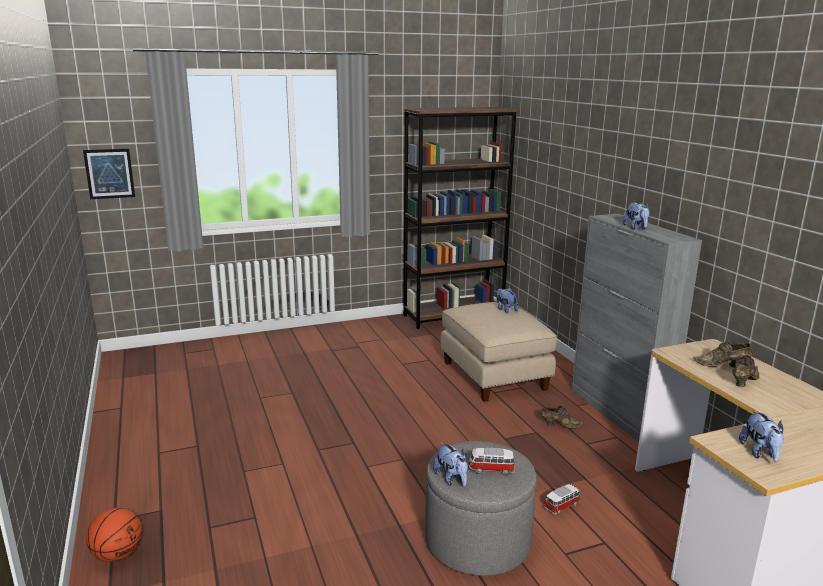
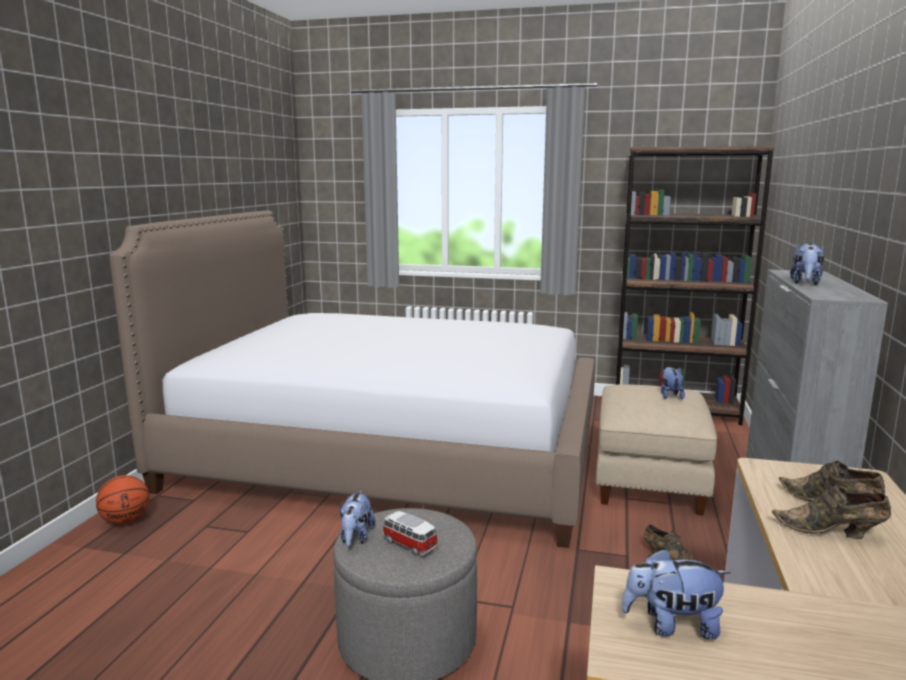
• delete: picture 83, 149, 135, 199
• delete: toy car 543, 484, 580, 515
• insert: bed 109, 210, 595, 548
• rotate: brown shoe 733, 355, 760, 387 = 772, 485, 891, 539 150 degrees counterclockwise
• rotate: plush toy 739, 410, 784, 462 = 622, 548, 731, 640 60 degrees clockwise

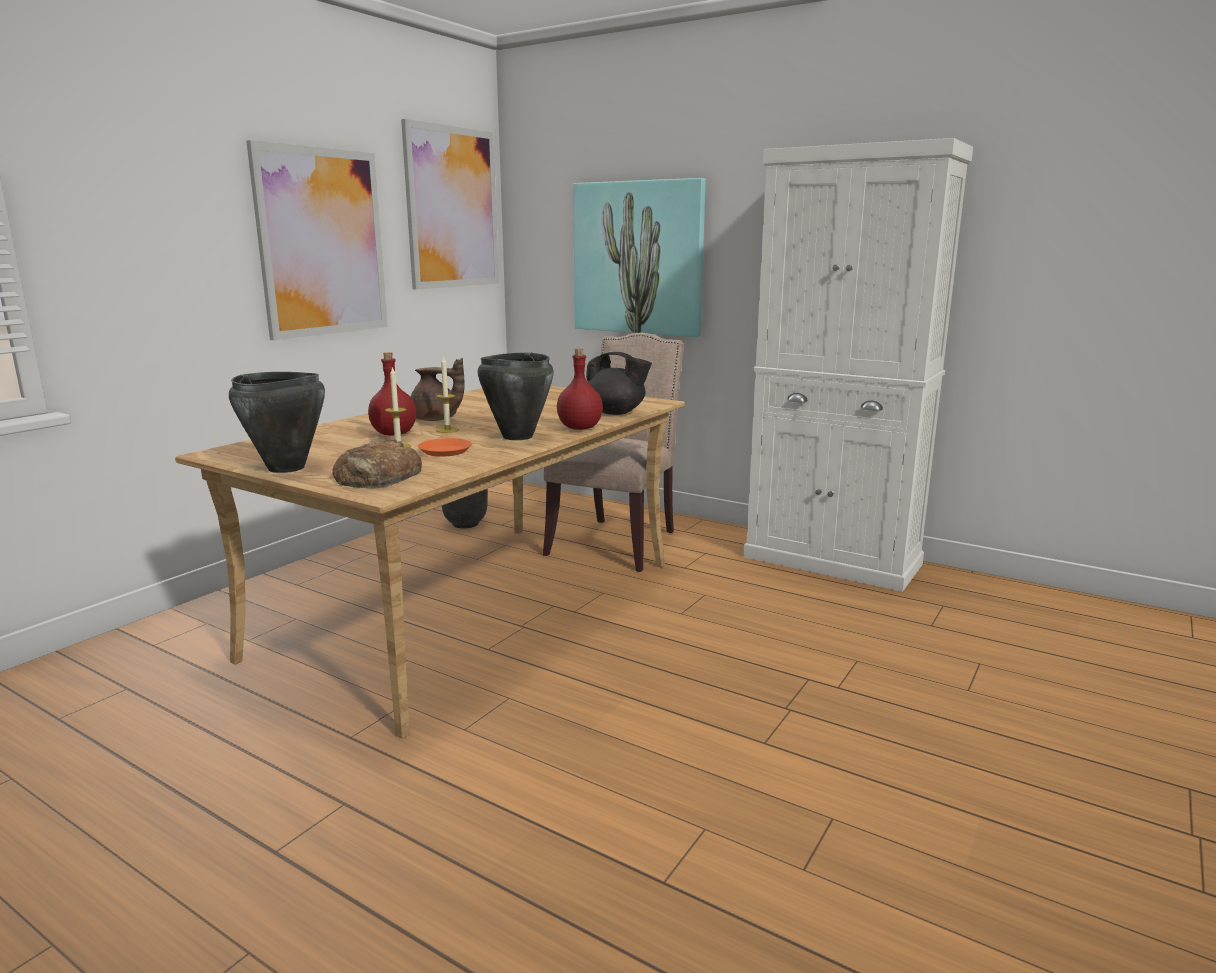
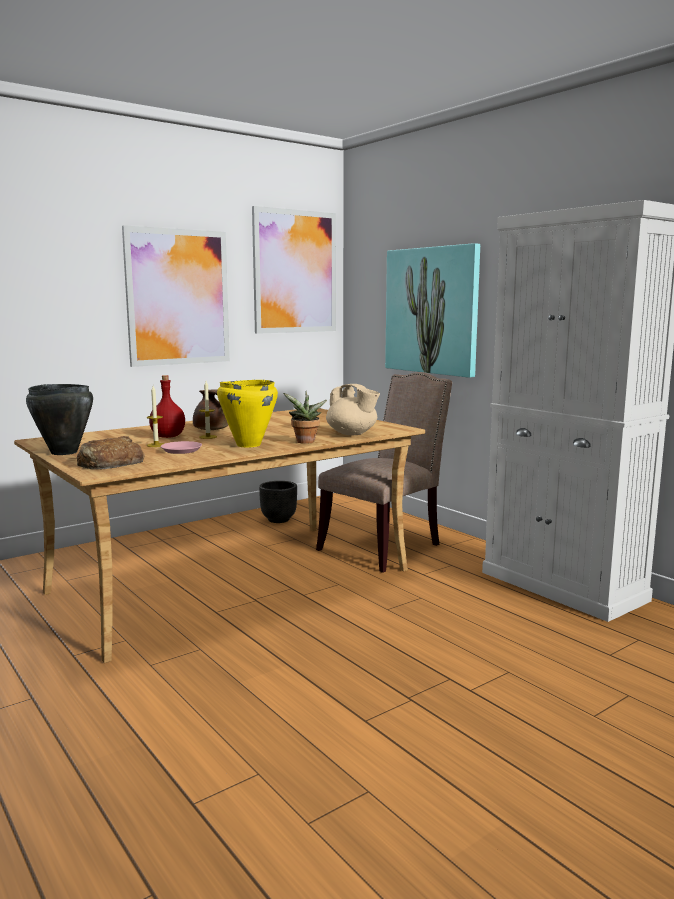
• replace: red bottle 557, 349, 603, 430 to potted plant 283, 391, 327, 444
• recolor: orange plate 418, 438, 472, 457 to pink plate 160, 441, 202, 454
• recolor: black cooking pot 478, 352, 553, 440 to yellow cooking pot 217, 380, 278, 447
• recolor: black teapot 586, 352, 652, 415 to beige teapot 326, 384, 380, 435

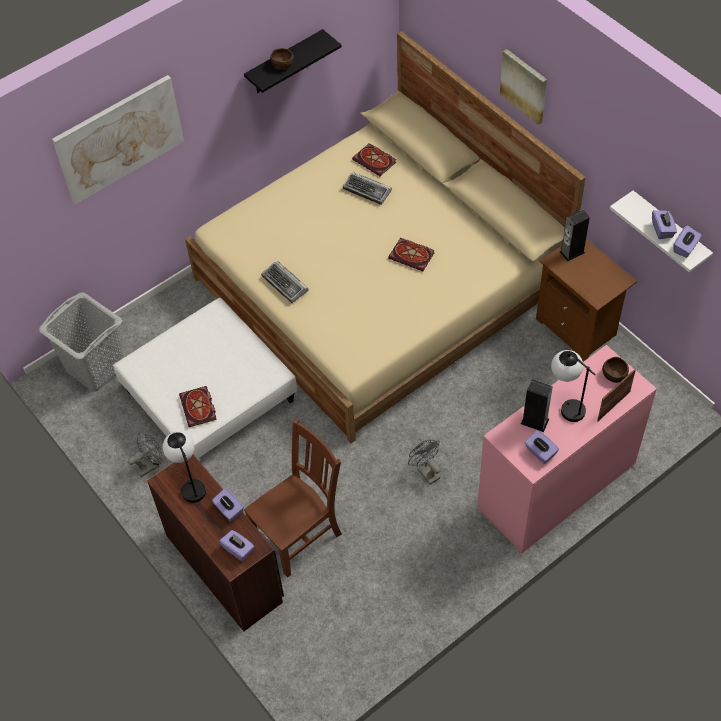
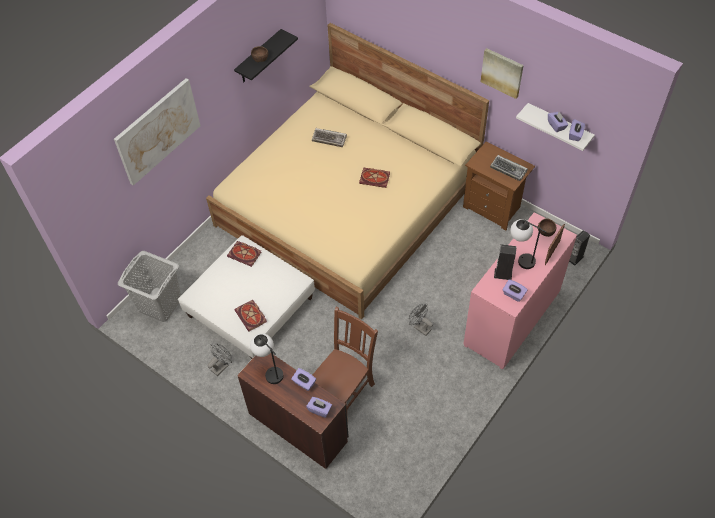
• move: keyboard 261, 261, 308, 303 to 490, 155, 528, 181
• move: book 352, 143, 396, 176 to 227, 241, 261, 267
• move: picture 500, 49, 547, 125 to 481, 48, 524, 99
• move: speaker 560, 209, 590, 262 to 569, 230, 590, 266

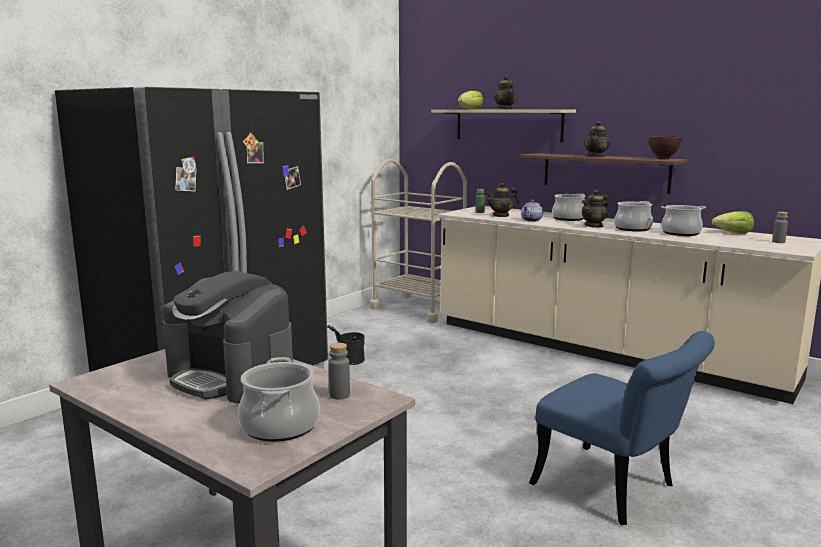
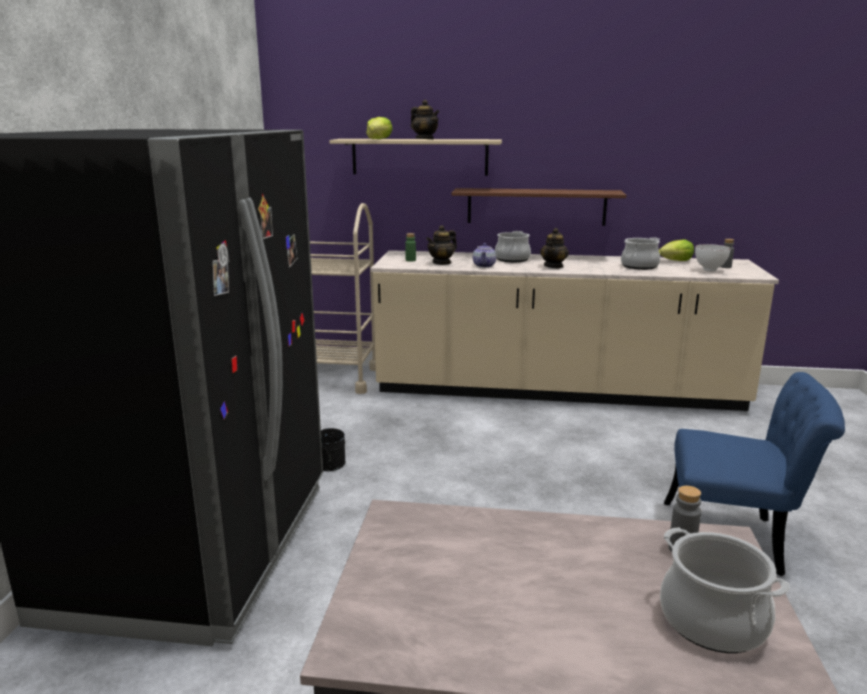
• delete: coffee machine 163, 271, 293, 403
• delete: teapot 584, 121, 610, 157
• delete: cooking pot 614, 201, 653, 231
• delete: brown bowl 649, 136, 682, 159
• insert: white bowl 695, 244, 731, 272

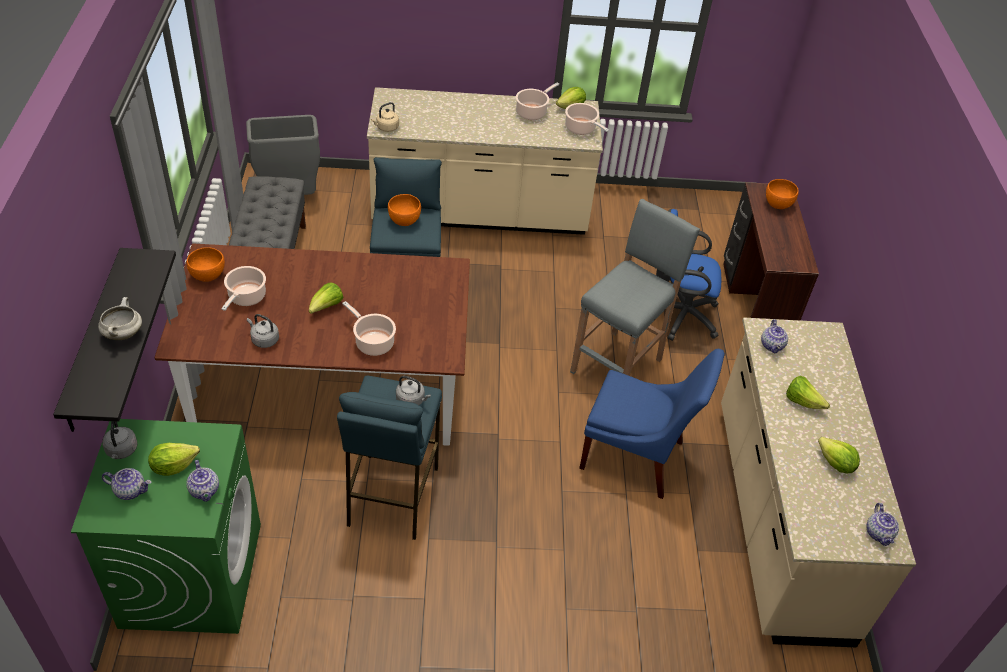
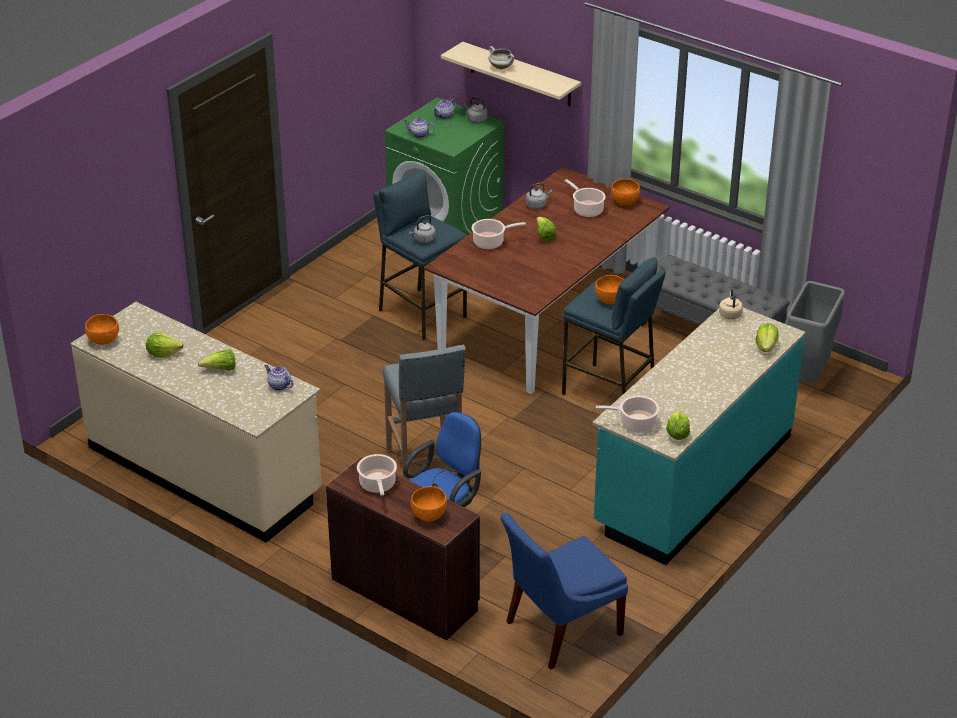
• move: lettuce 148, 443, 200, 476 to 756, 323, 779, 352
• move: cooking pot 516, 83, 559, 120 to 357, 454, 397, 496
• move: blue chair 579, 349, 725, 499 to 500, 513, 628, 670
• replace: teapot 866, 503, 899, 546 to orange bowl 85, 314, 119, 345
• recolor: black shelf 53, 248, 176, 432 to beige shelf 441, 42, 581, 106
• recolor: beige counter 367, 87, 603, 235 to turquoise counter 592, 308, 806, 565

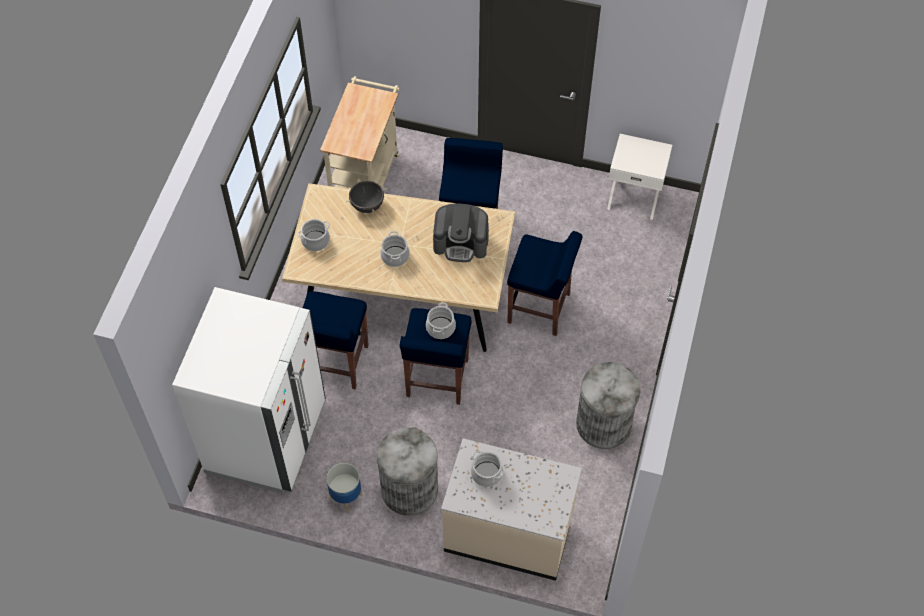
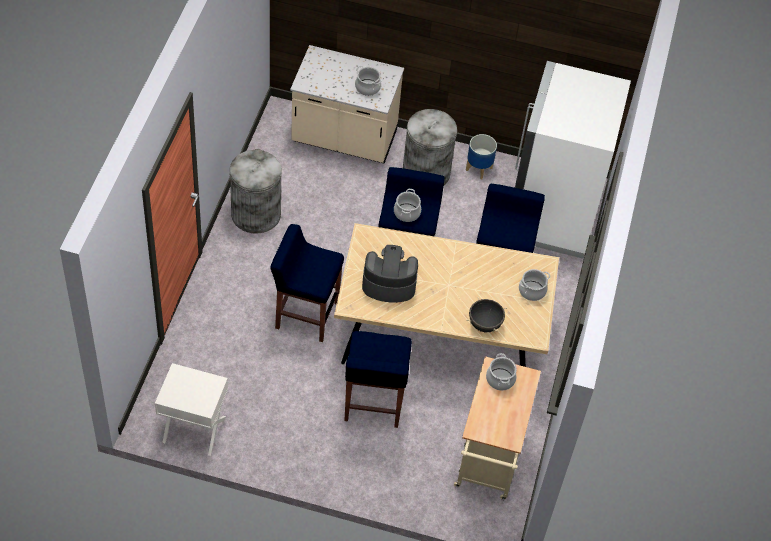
• move: cooking pot 380, 231, 410, 267 to 486, 353, 517, 391

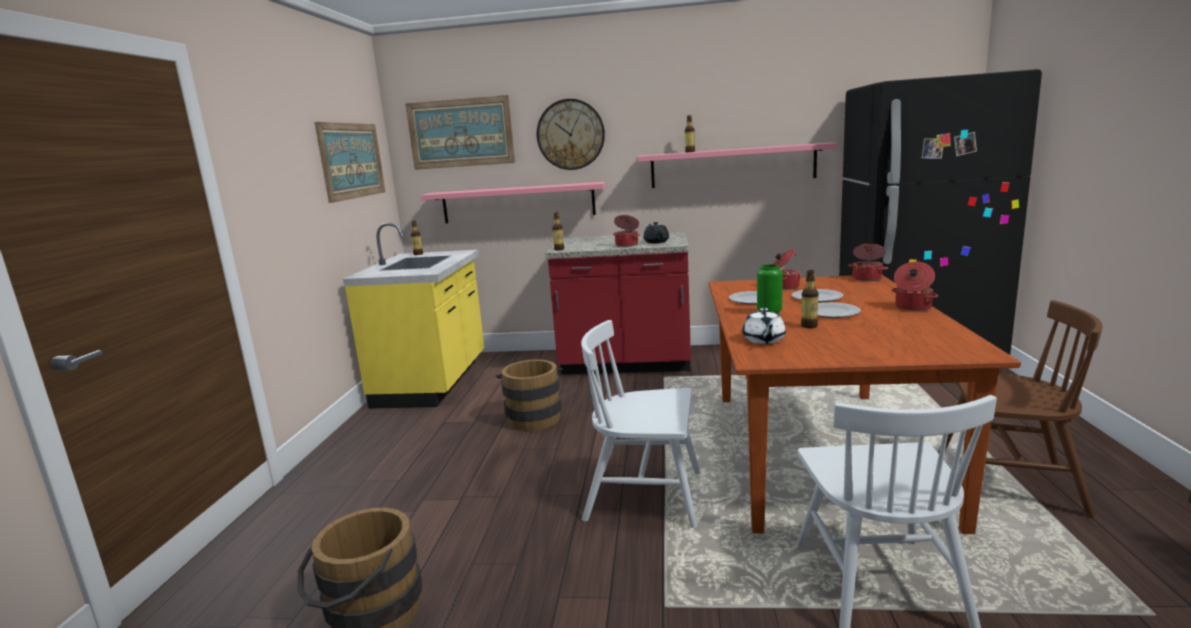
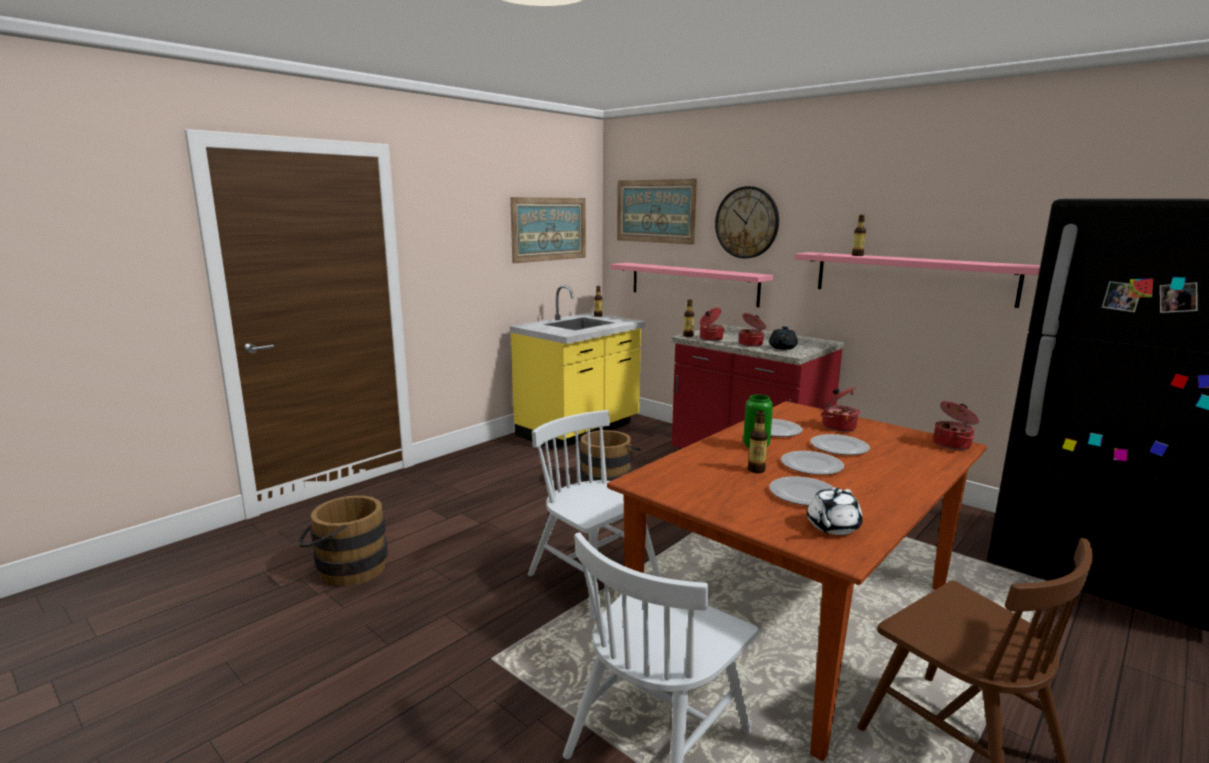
• insert: plate 769, 476, 834, 506
• move: white teapot 742, 308, 786, 344 to 807, 488, 863, 535
• move: cooking pot 891, 262, 938, 311 to 700, 308, 725, 341

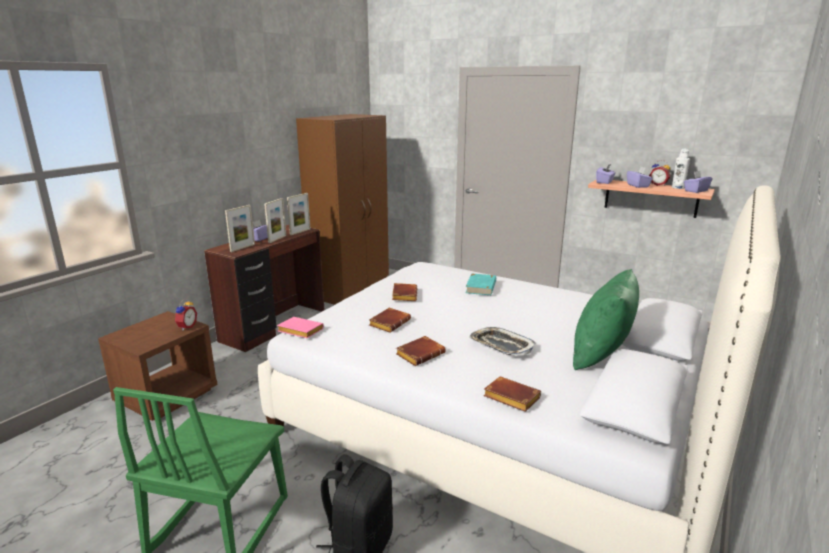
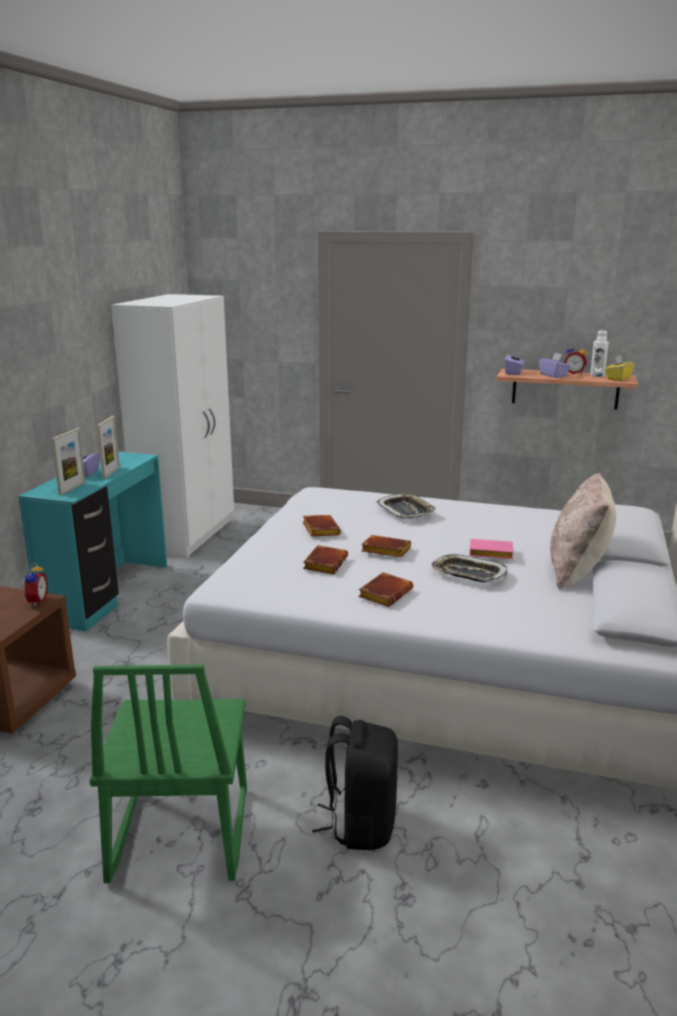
• delete: picture frame 287, 193, 311, 235
• move: pink book 277, 317, 324, 338 to 469, 539, 513, 559
• move: brown book 483, 376, 541, 412 to 361, 535, 411, 557
• replace: turquoise book 465, 274, 496, 295 to tray 377, 493, 436, 519
• recolor: brown desk 204, 225, 324, 352 to turquoise desk 18, 451, 167, 632
• recolor: brown wardrobe 296, 114, 389, 305 to white wardrobe 111, 294, 234, 558
• recolor: green pillow 573, 269, 639, 370 to beige pillow 550, 473, 616, 590
• recolor: purple tissue box 684, 171, 712, 193 to yellow tissue box 606, 355, 634, 381

